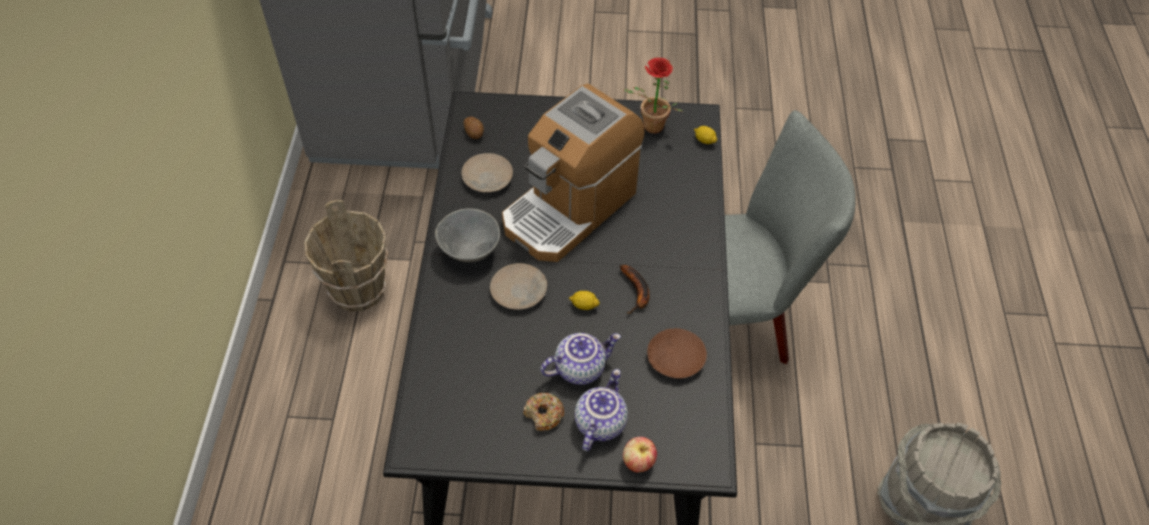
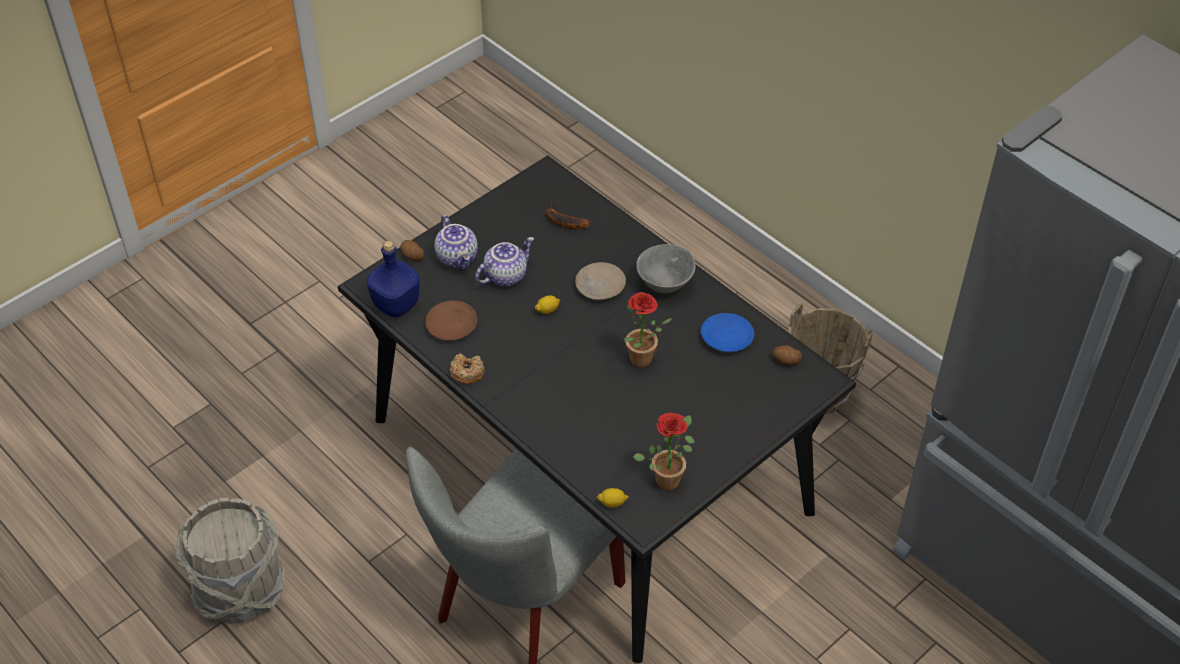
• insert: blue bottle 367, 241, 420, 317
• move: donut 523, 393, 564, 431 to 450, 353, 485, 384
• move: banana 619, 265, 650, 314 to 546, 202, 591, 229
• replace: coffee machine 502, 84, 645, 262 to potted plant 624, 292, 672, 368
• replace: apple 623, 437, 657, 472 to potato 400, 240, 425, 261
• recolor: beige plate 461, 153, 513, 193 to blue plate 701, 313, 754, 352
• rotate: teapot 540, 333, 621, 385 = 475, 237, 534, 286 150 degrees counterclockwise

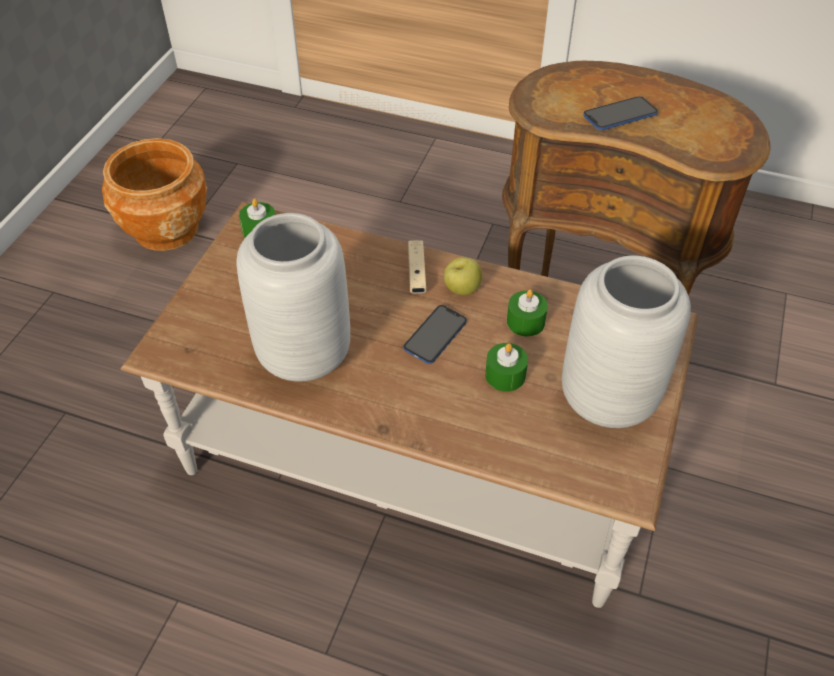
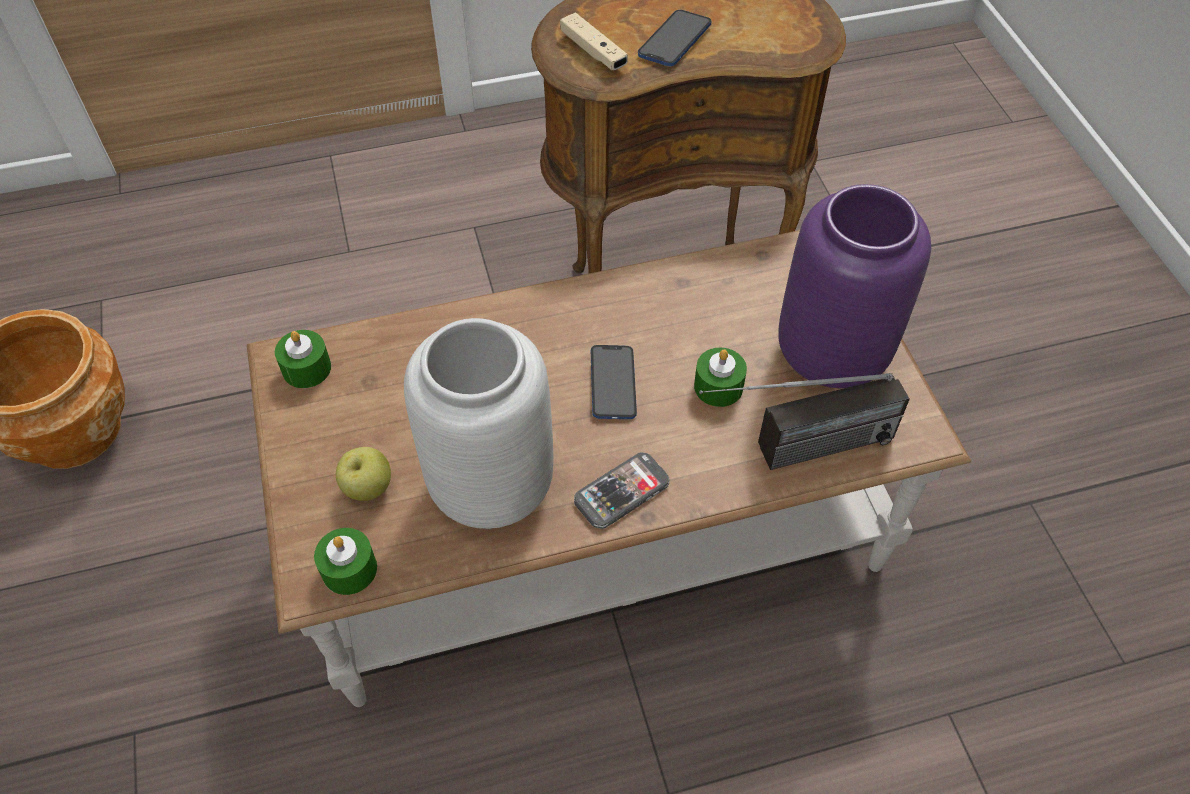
• insert: phone 574, 452, 669, 529
• insert: radio 699, 373, 910, 470
• move: beige game controller 408, 240, 426, 293 to 560, 13, 628, 70
• move: apple 444, 257, 482, 295 to 336, 447, 391, 501
• move: green candle 507, 289, 548, 336 to 314, 528, 377, 595
• recolor: grey vase 562, 256, 691, 428 to purple vase 778, 184, 931, 388

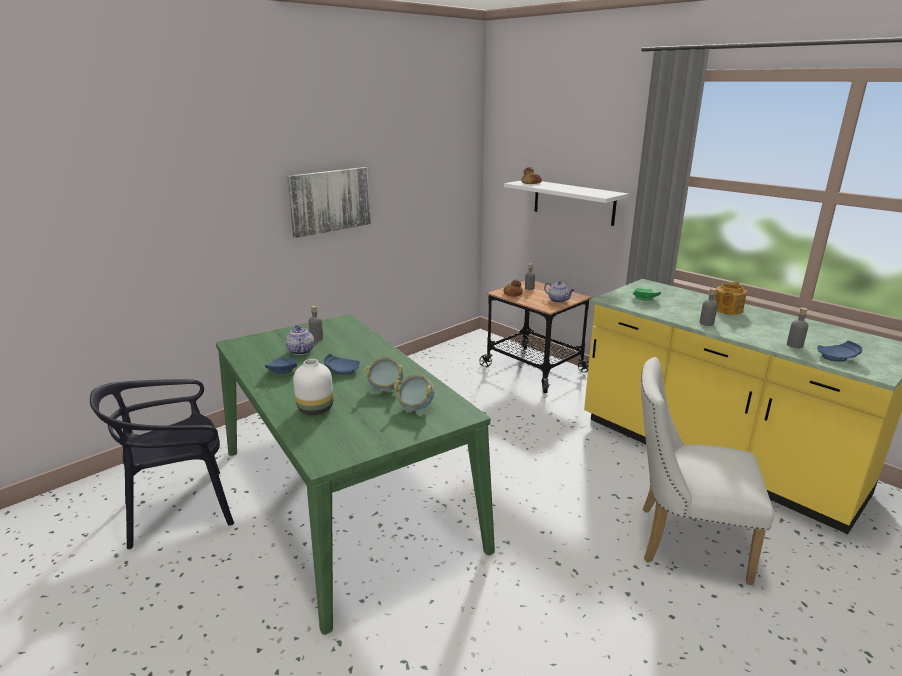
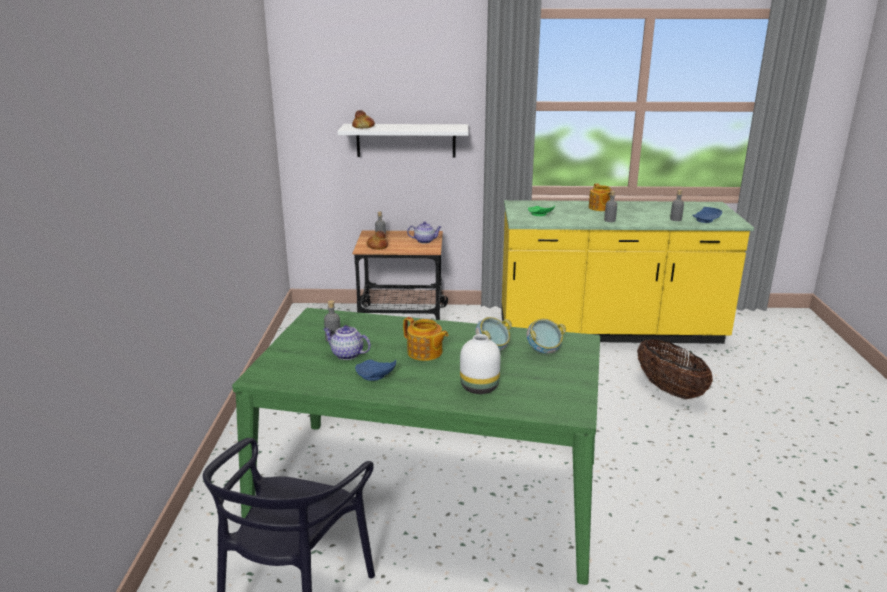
• delete: picture 287, 167, 371, 238
• replace: blue plate 324, 354, 360, 375 to teapot 403, 317, 448, 361
• replace: white chair 641, 357, 774, 585 to basket 637, 339, 713, 399

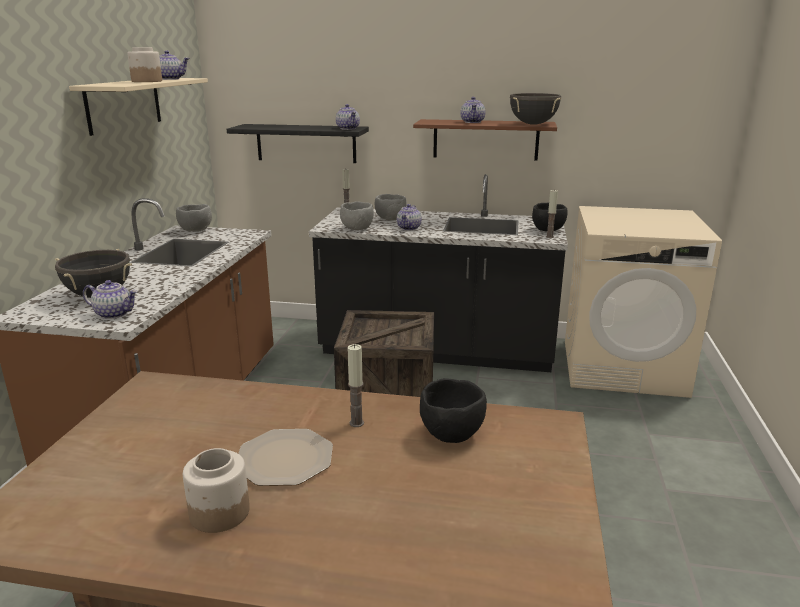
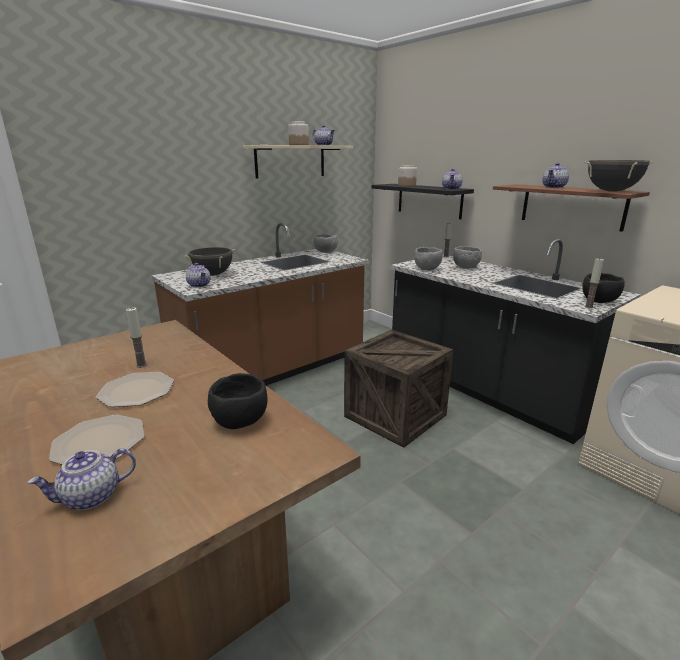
• insert: plate 49, 415, 144, 465
• move: jar 183, 448, 250, 533 to 398, 165, 417, 186
• move: candle 347, 344, 364, 427 to 126, 307, 147, 368
• move: teapot 397, 204, 422, 230 to 28, 448, 136, 510

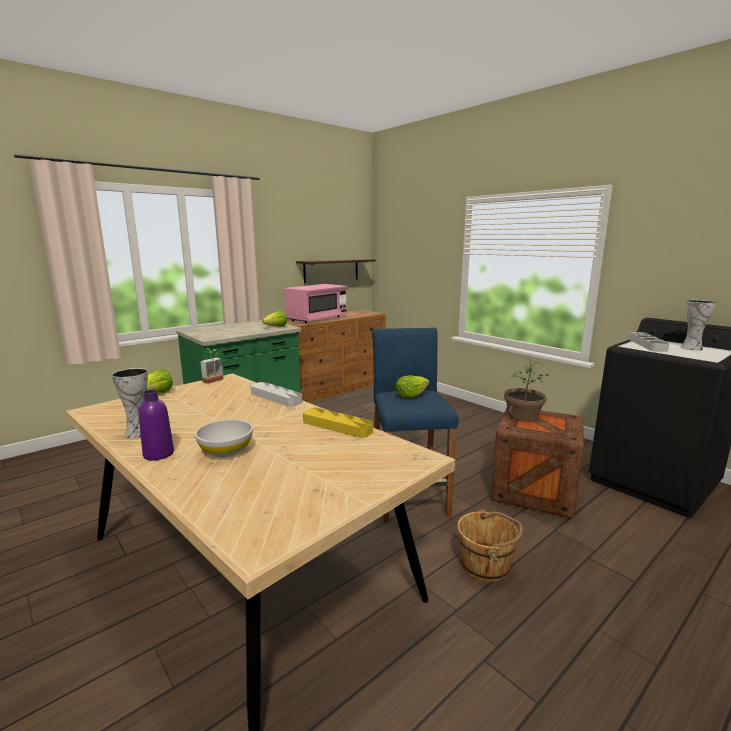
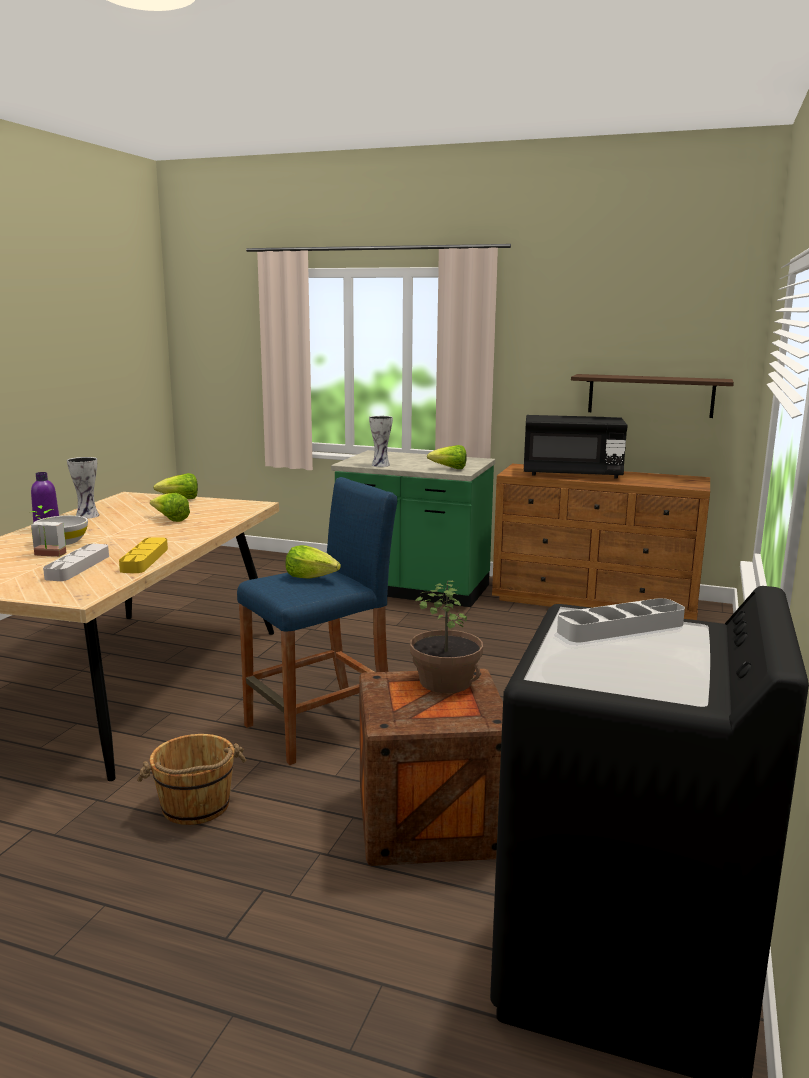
• insert: lettuce 150, 493, 190, 522
• move: potted plant 200, 348, 224, 384 to 31, 505, 67, 557
• move: grey tray 250, 382, 303, 407 to 43, 544, 109, 581
• move: vase 681, 300, 716, 351 to 369, 416, 393, 467
• recolor: pink microwave 284, 284, 348, 323 to black microwave 524, 415, 628, 479

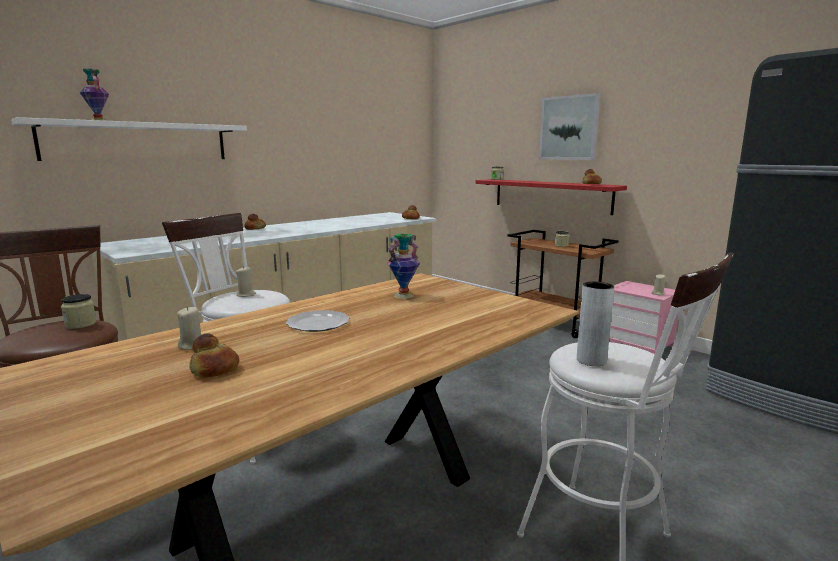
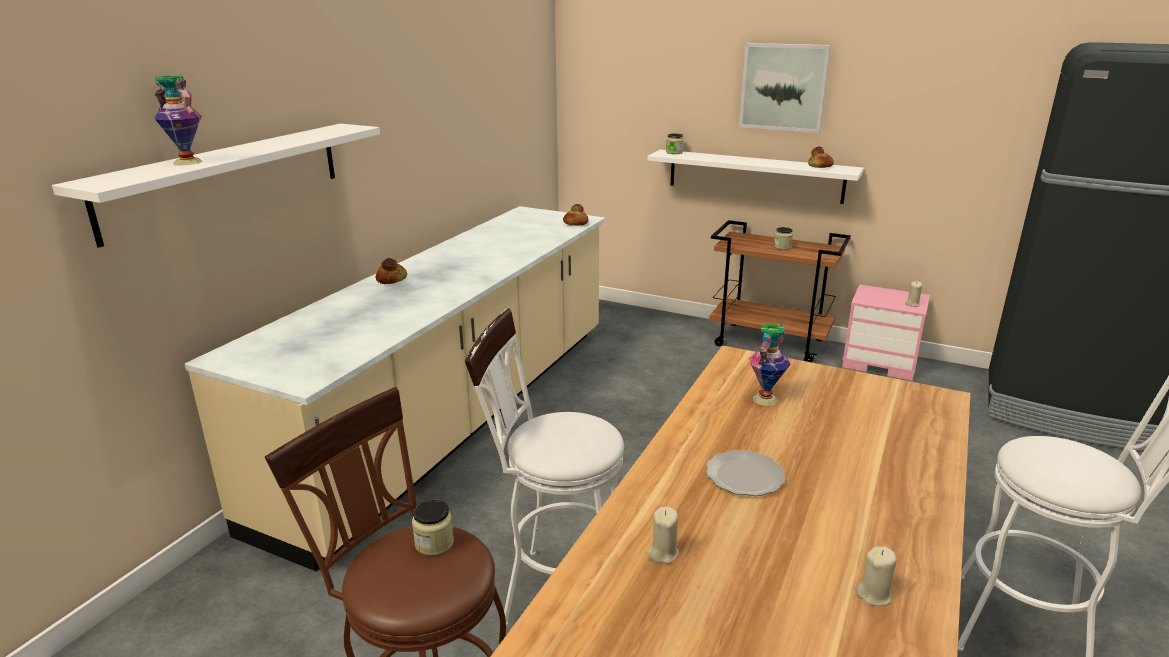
• delete: bread 189, 333, 239, 377
• delete: grey vase 577, 282, 614, 366
• move: beige candle 236, 266, 256, 297 to 856, 546, 897, 606
• recolor: red shelf 476, 179, 627, 215 to white shelf 647, 150, 864, 204

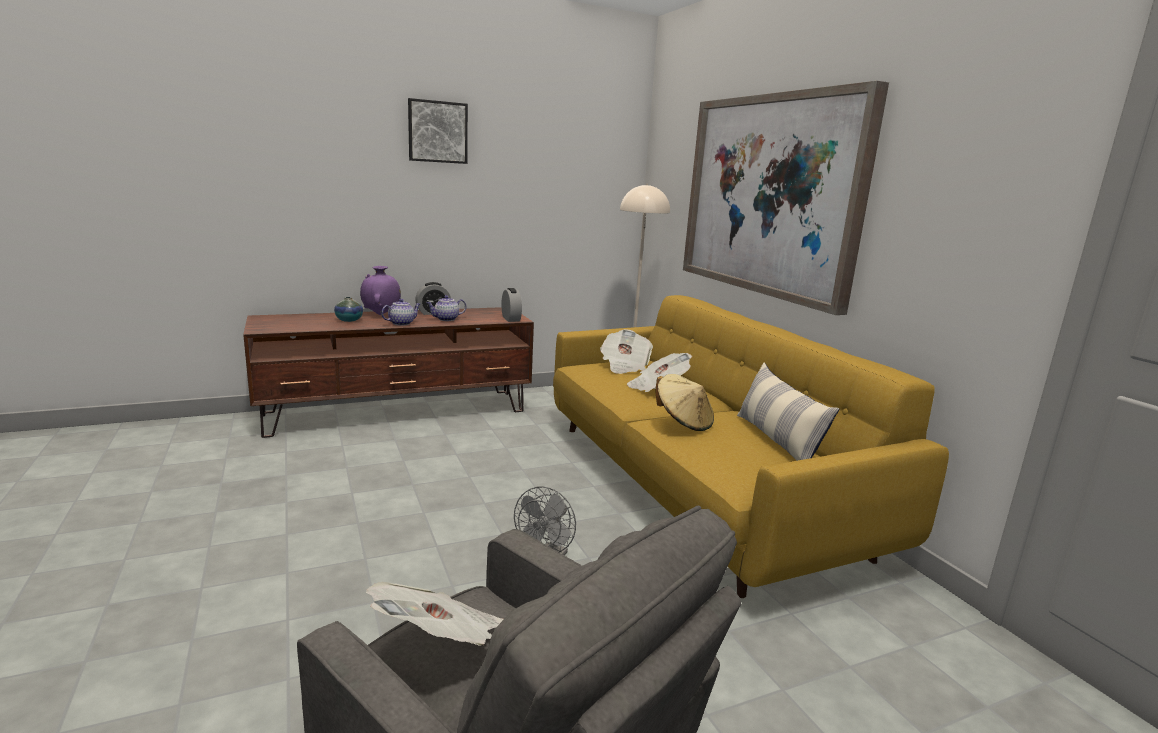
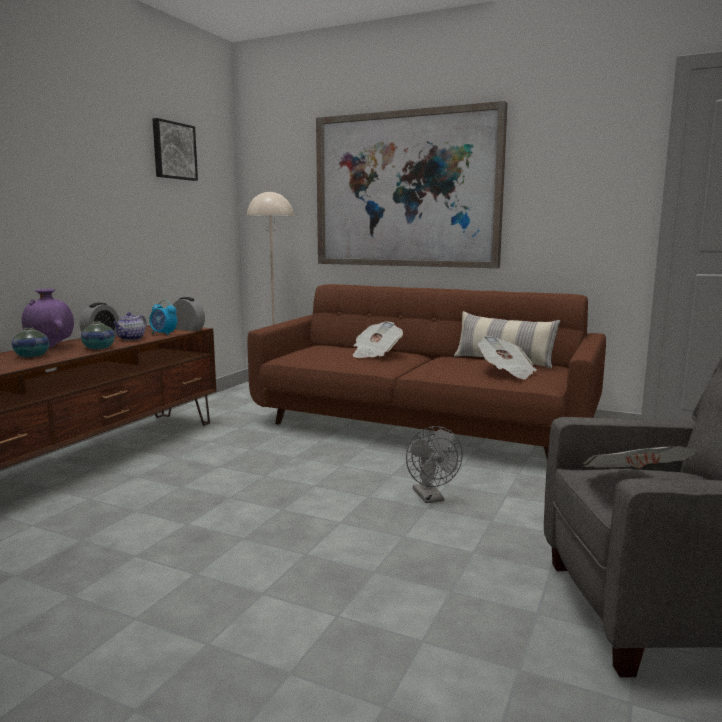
• delete: beige hat 655, 374, 714, 431
• insert: alarm clock 149, 300, 177, 336
• move: picture 408, 98, 468, 164 to 152, 118, 198, 181
• move: newspaper 600, 329, 653, 374 to 478, 336, 537, 379
• replace: teapot 381, 299, 420, 326 to vase 81, 321, 115, 349
• recolor: yellow sofa 553, 295, 949, 598 to brown sofa 248, 284, 606, 460

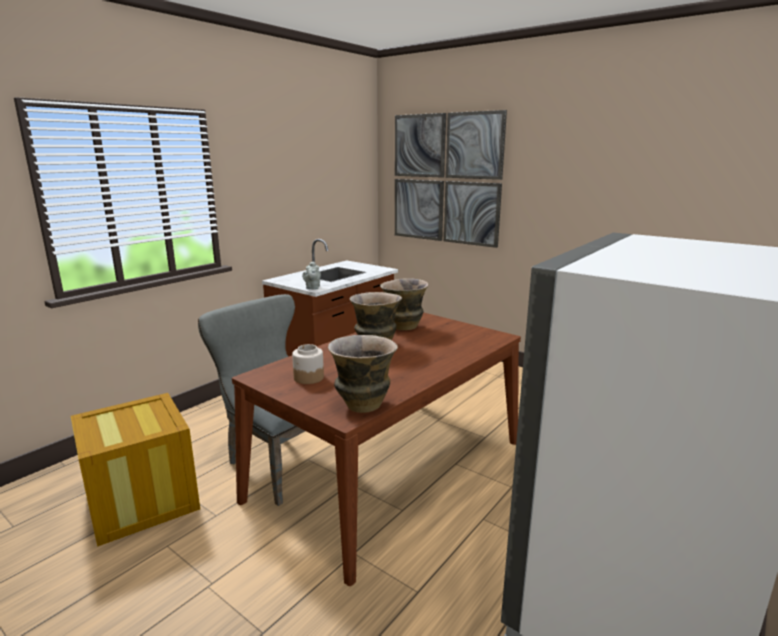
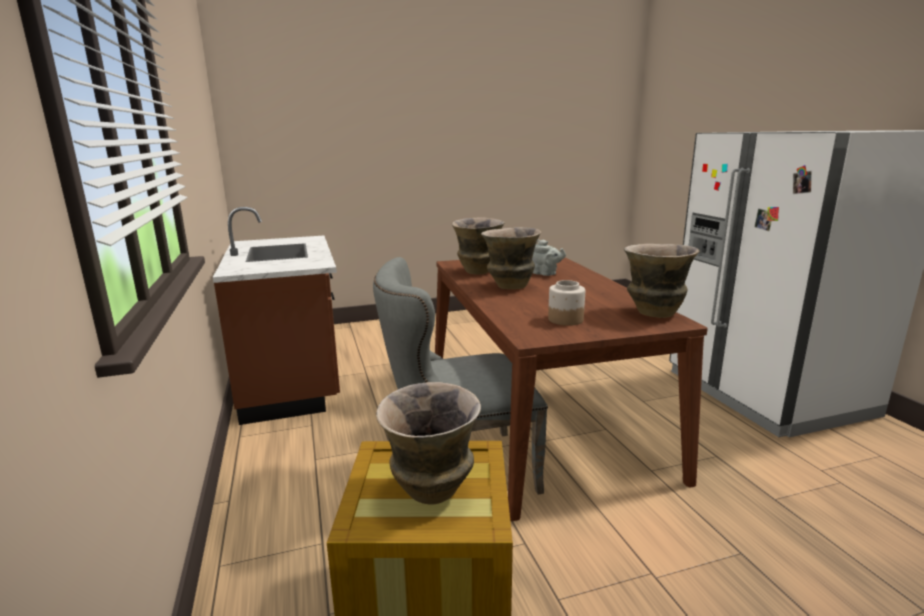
• delete: picture 395, 110, 507, 248
• insert: vase 376, 382, 481, 505
• move: grey teapot 302, 261, 321, 290 to 532, 239, 566, 276

